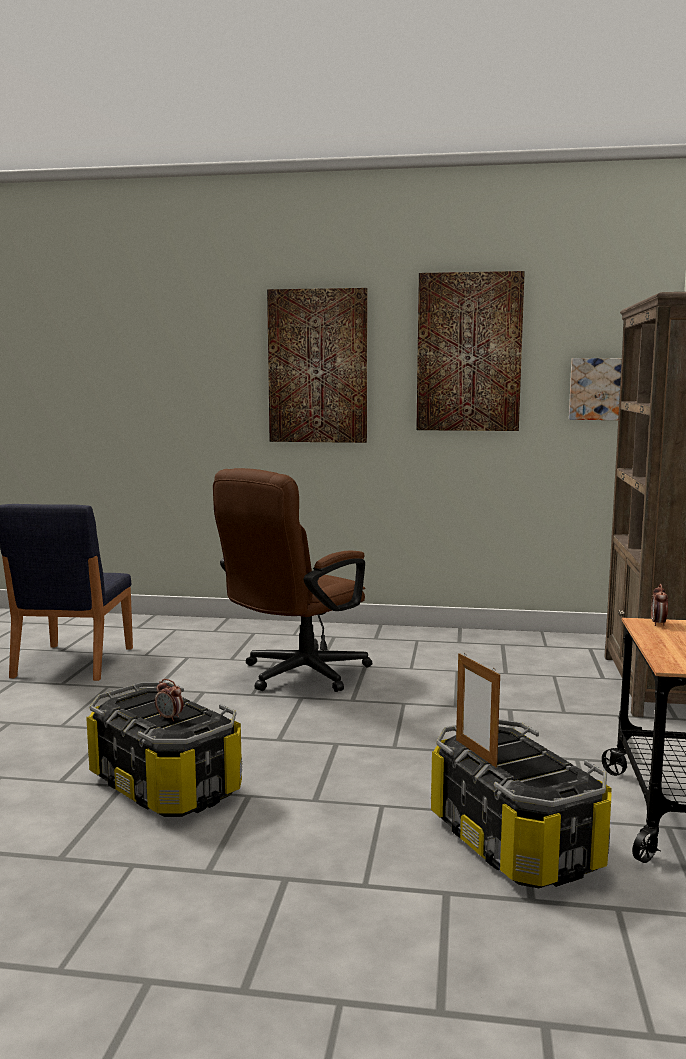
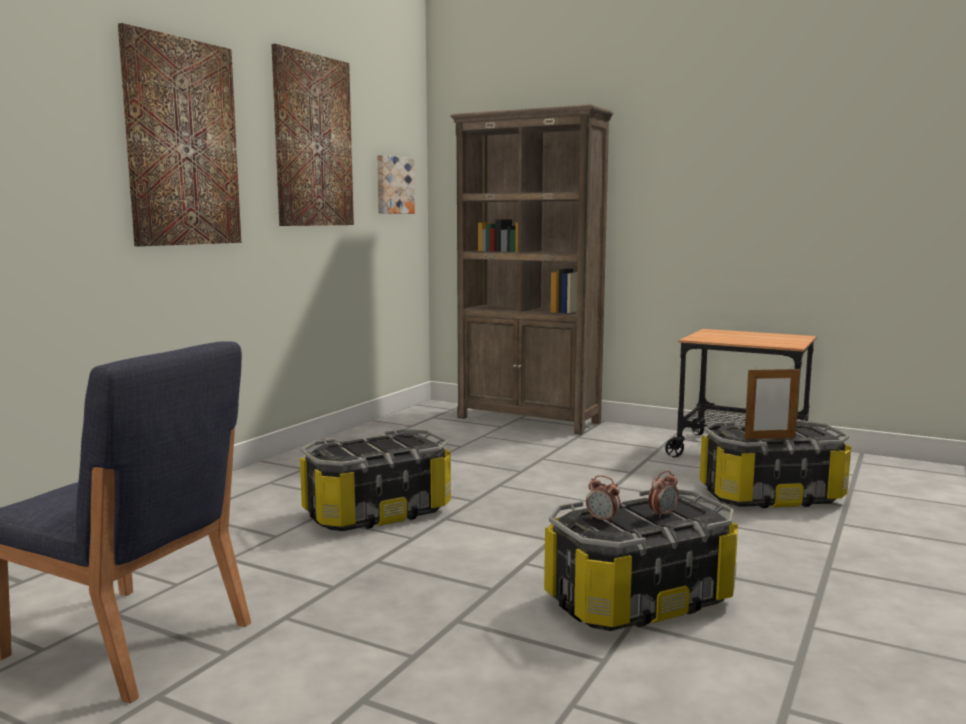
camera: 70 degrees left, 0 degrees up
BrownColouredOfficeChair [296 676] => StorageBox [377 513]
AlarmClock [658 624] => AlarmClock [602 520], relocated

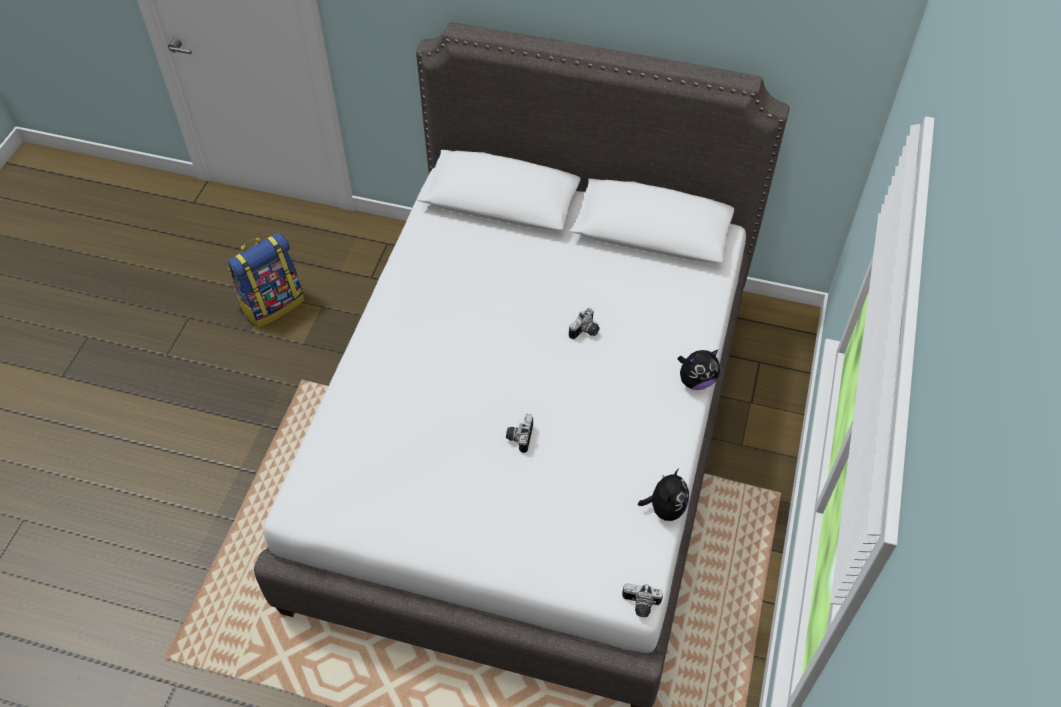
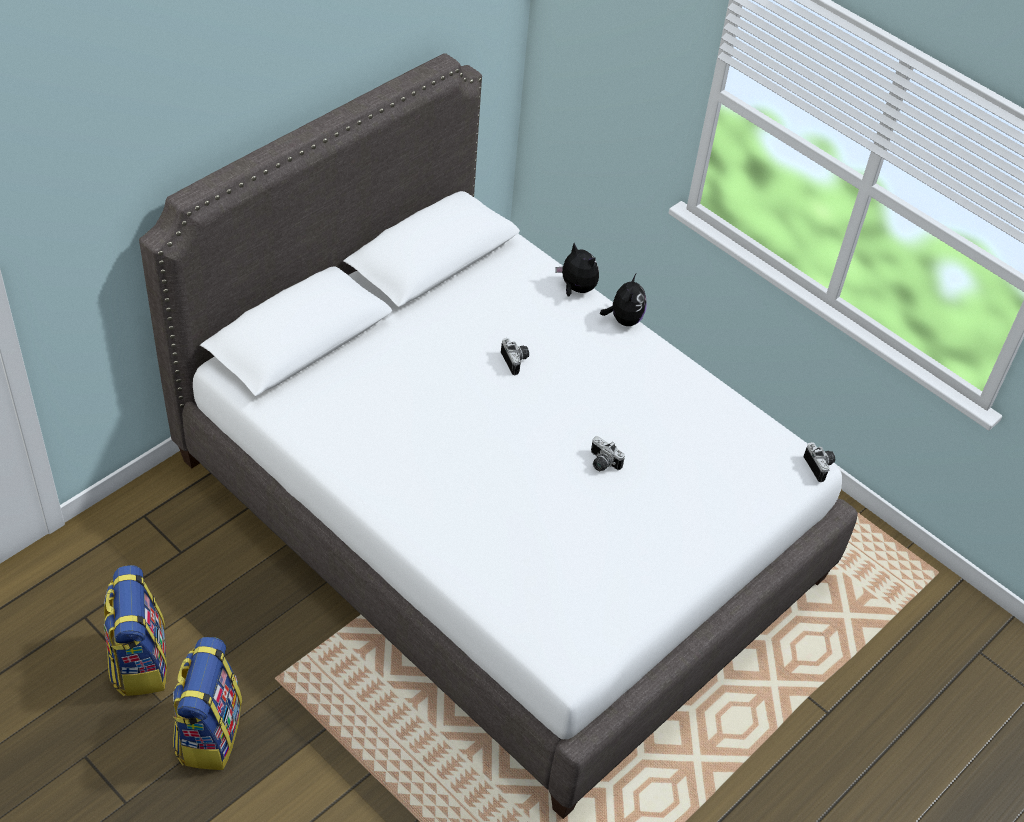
camera: 65 degrees left, 5 degrees down
CuddlyToy [665 508] => CuddlyToy [576 289], relocated
PhotoCamera [640 605] => PhotoCamera [820 466], 60 degrees counterclockwise
nothing => Rucksack [209 732]

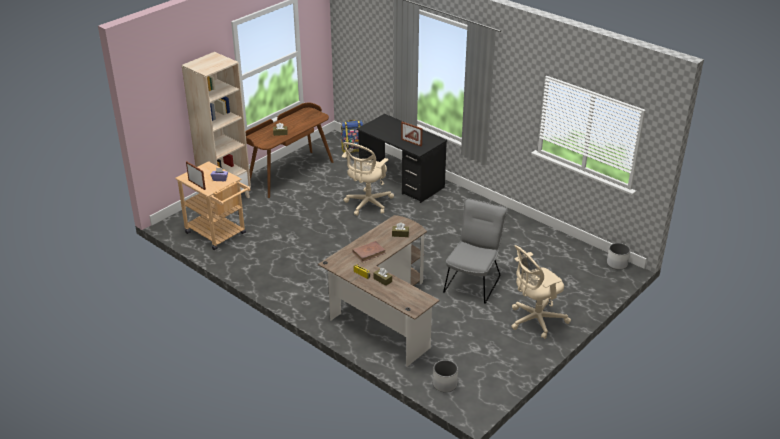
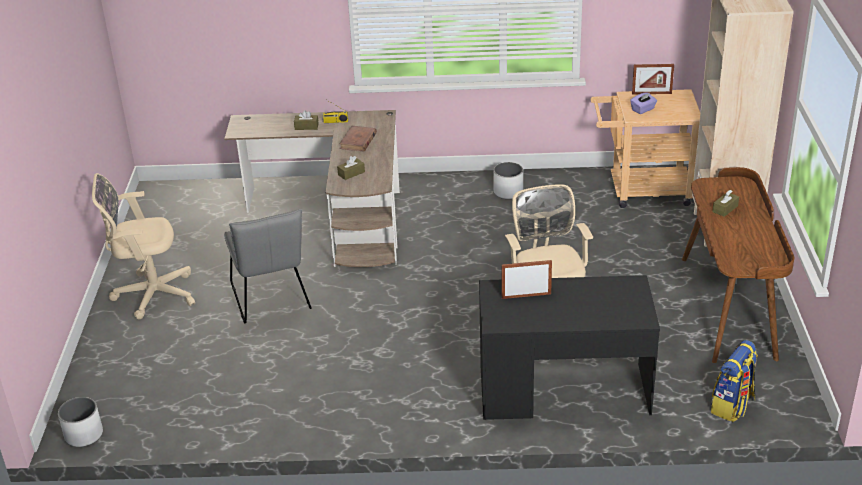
camera: 140 degrees right, 0 degrees up
SandColouredOfficeChair [535 320] => SandColouredOfficeChair [151 294], 120 degrees counterclockwise
WhitePlantPot [444 384] => WhitePlantPot [508 192], relocated

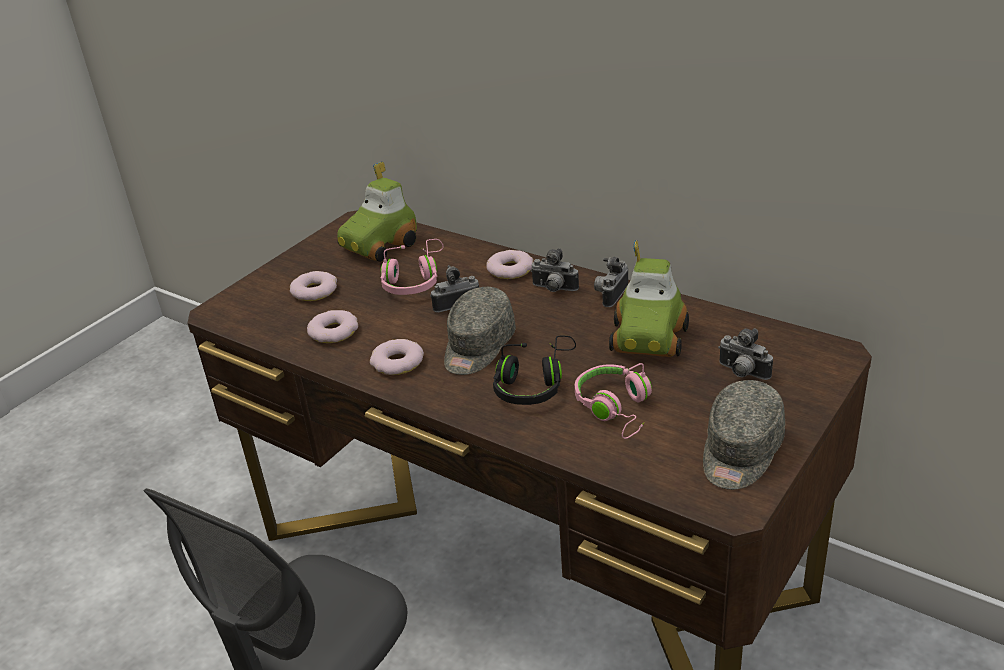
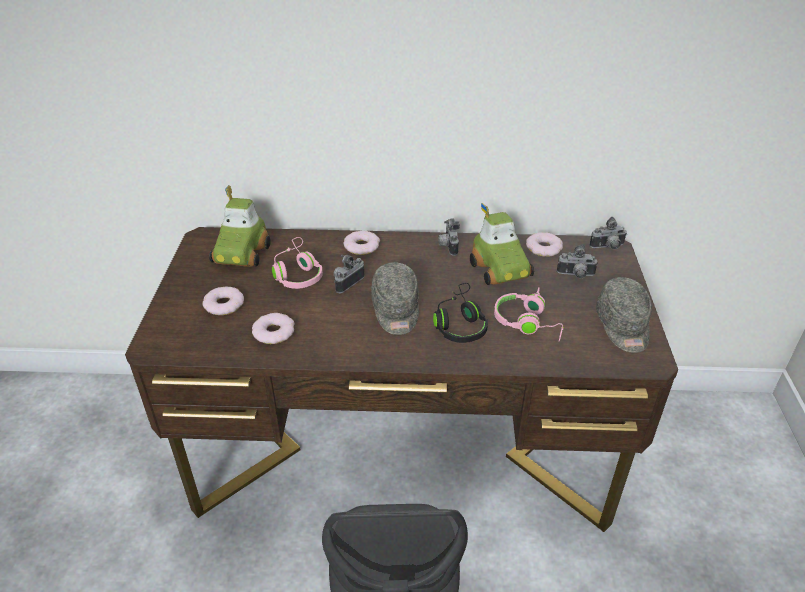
camera: 35 degrees left, 5 degrees up
PhotoCamera [553 289] => PhotoCamera [607 247], relocated
Doughnut [397 362] => Doughnut [544 248], relocated

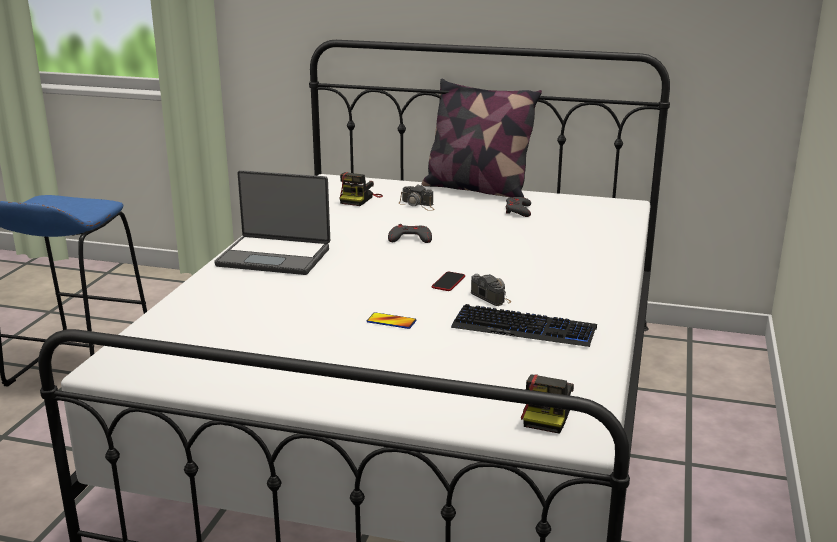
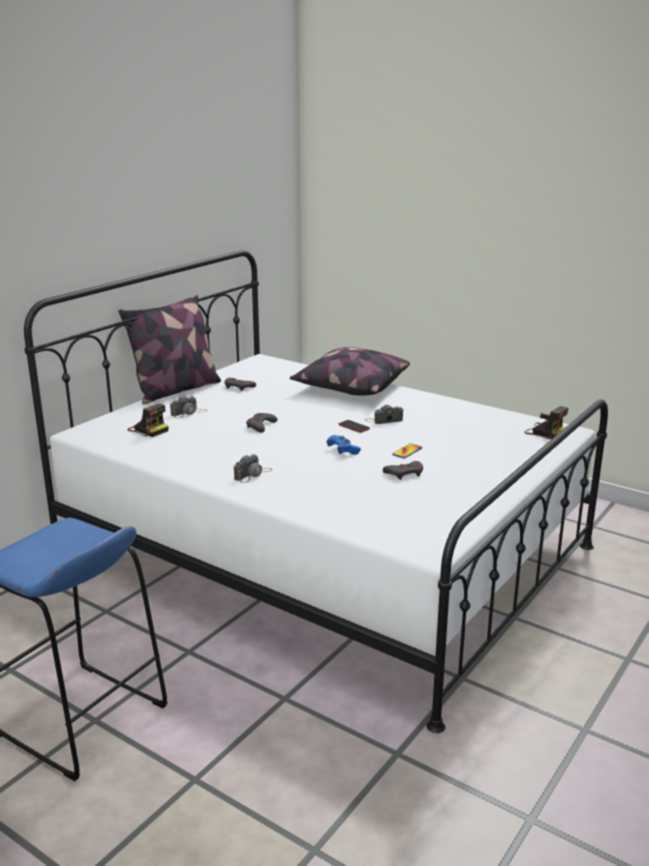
camera: 70 degrees left, 0 degrees up
NotebookComputer [275 256] => PhotoCamera [253 474]
ComputerKeyboard [524 328] => nothing
nothing => Cushion [350 388]
nothing => BlueColouredGameController [343 450]
nothing => GreyishGameController [404 473]

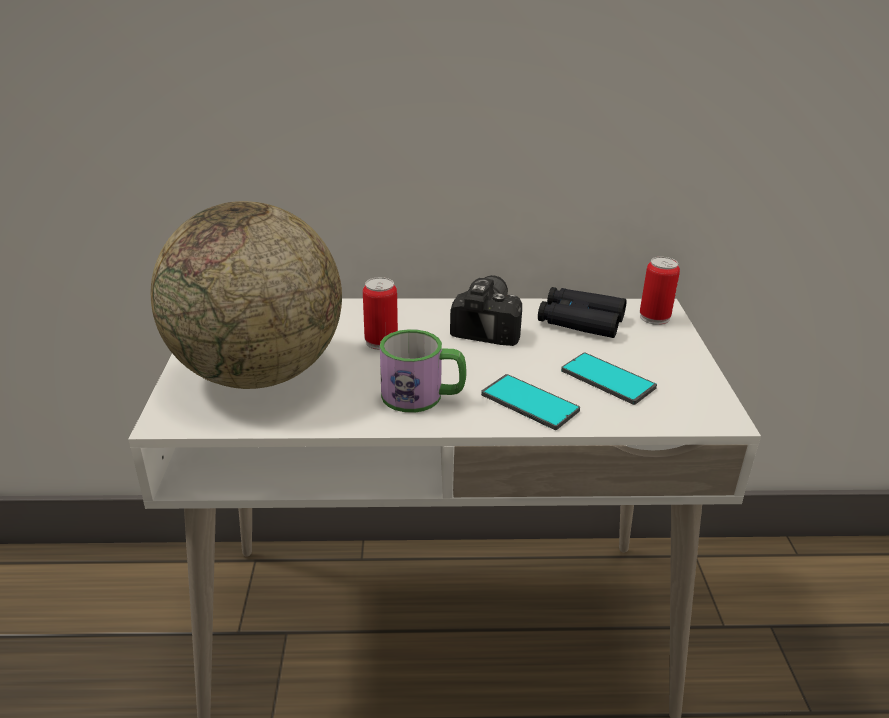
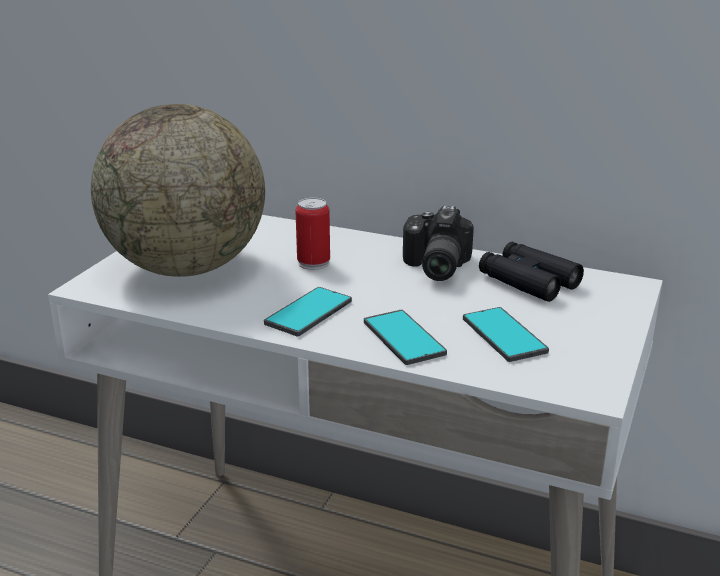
camera: 25 degrees right, 5 degrees down
MetalCan [654 317] => nothing
PhotoCamera [491 324] => PhotoCamera [433 267], 150 degrees clockwise
TeaMug [423 396] => Telephone [309 312]

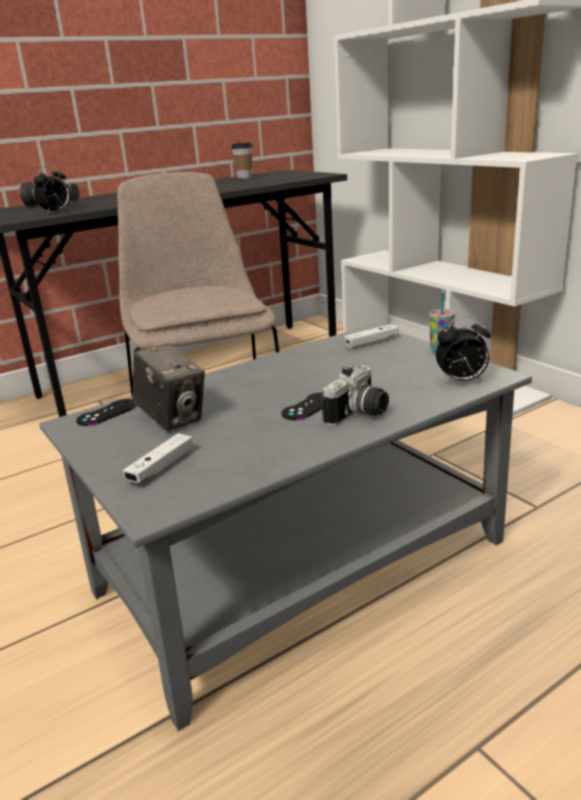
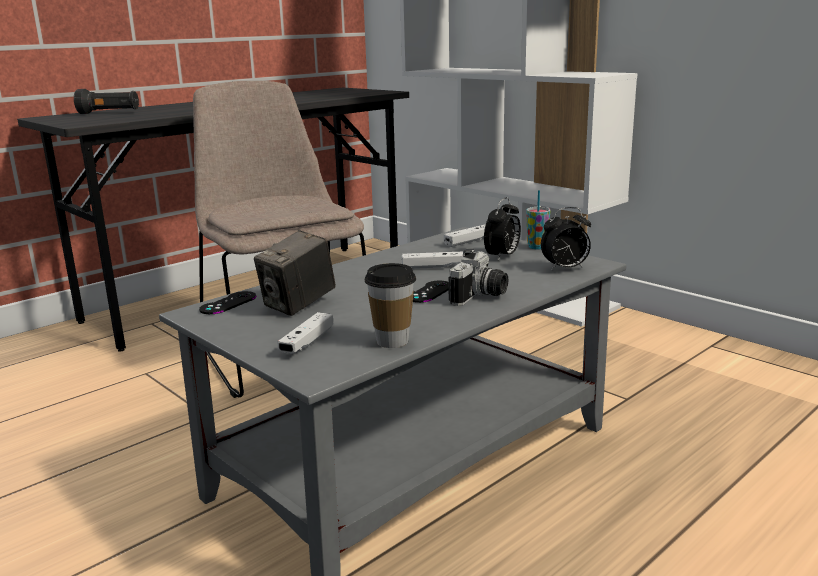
camera: 10 degrees left, 5 degrees down
Cup [244 177] => Cup [392 341], relocated
AlarmClock [56 212] => AlarmClock [502 256], relocated
PhotoCamera [172 418] => PhotoCamera [298 305], 90 degrees clockwise
nothing => WhiteGameController [433 267]

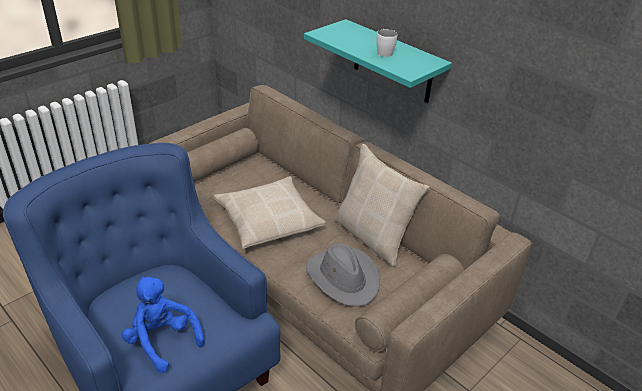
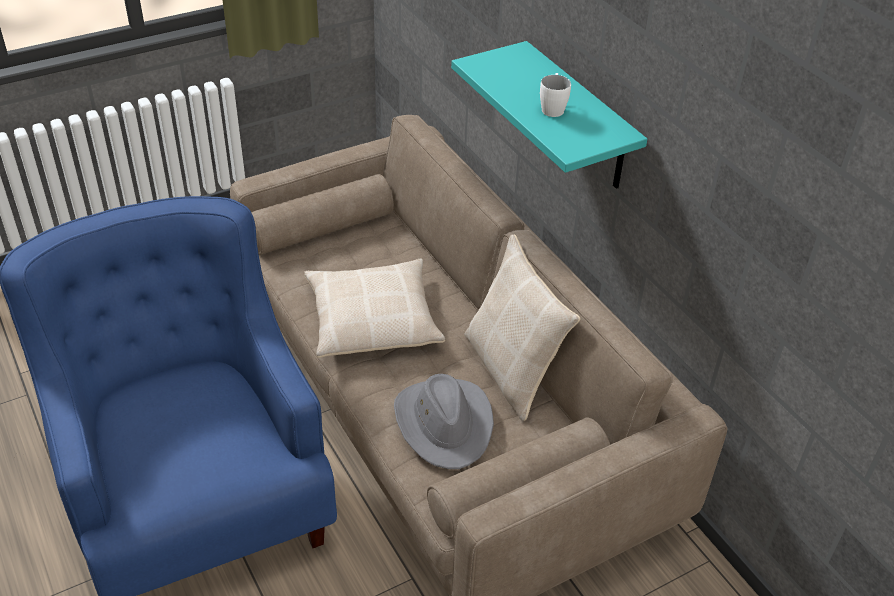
camera: 15 degrees right, 5 degrees up
BlueColouredCuddlyToy [162 341] => nothing

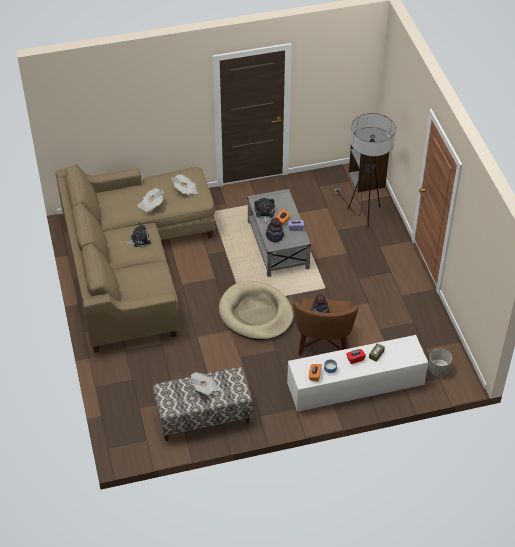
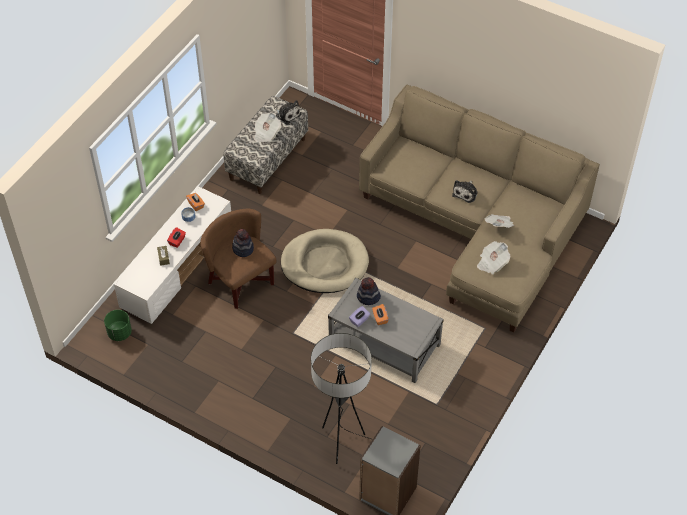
camera: 135 degrees right, 5 degrees up
CuddlyToy [264 213] => CuddlyToy [287 114], relocated
GreyishPlantPot [438 370] => GreenishPlantPot [119 333]

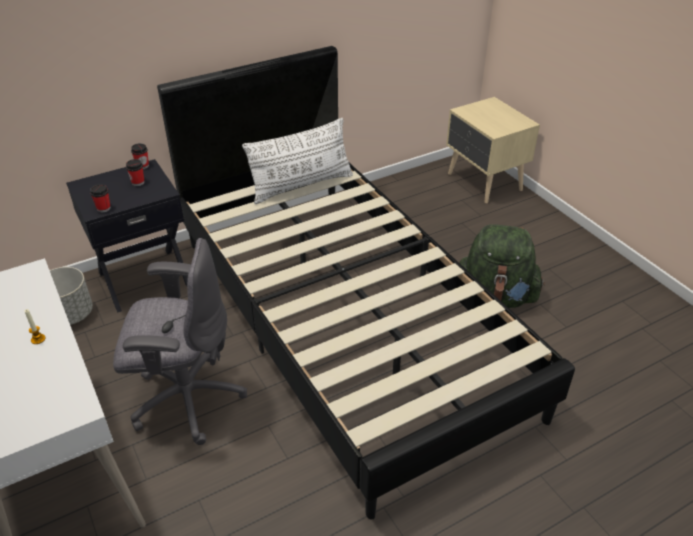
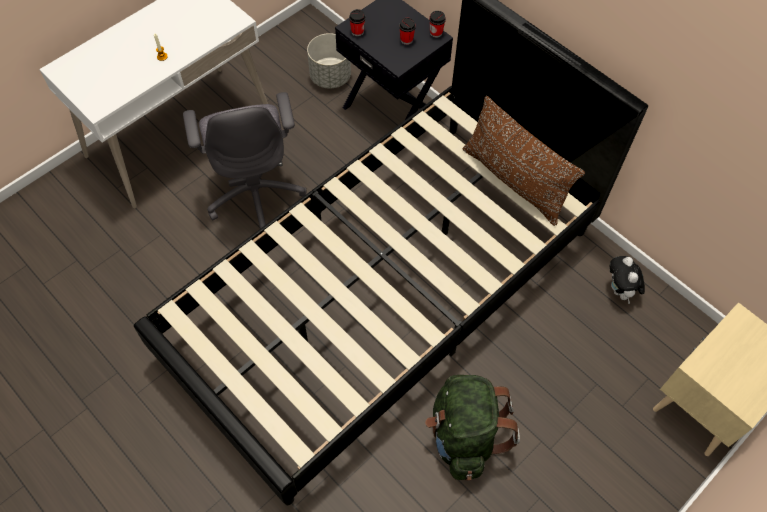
camera: 75 degrees right, 20 degrees up
WhiteCushion [301 185] => BrownColouredCushion [514 181]
nothing => CuddlyToy [620 291]

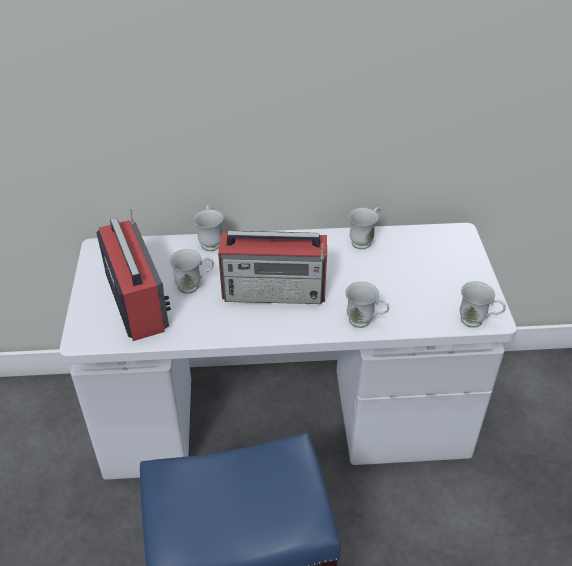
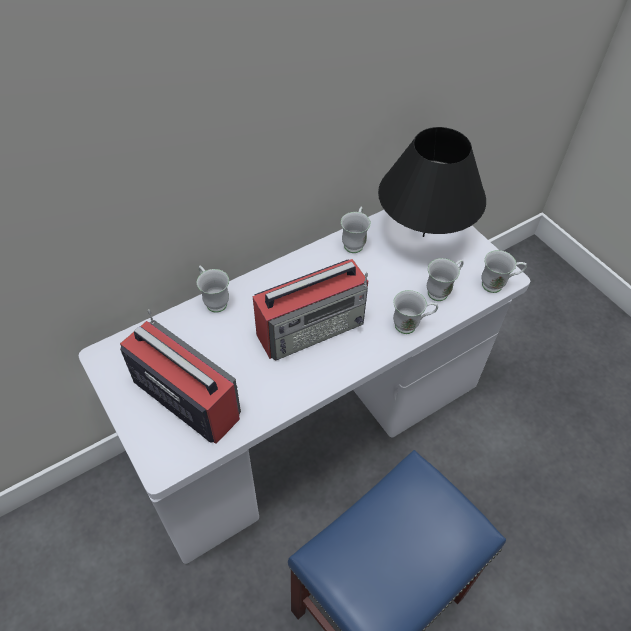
camera: 30 degrees left, 10 degrees up
WhiteTeaMug [194 286] => WhiteTeaMug [442 290], relocated
nothing => BlackishTabletopLamp [423 236]

